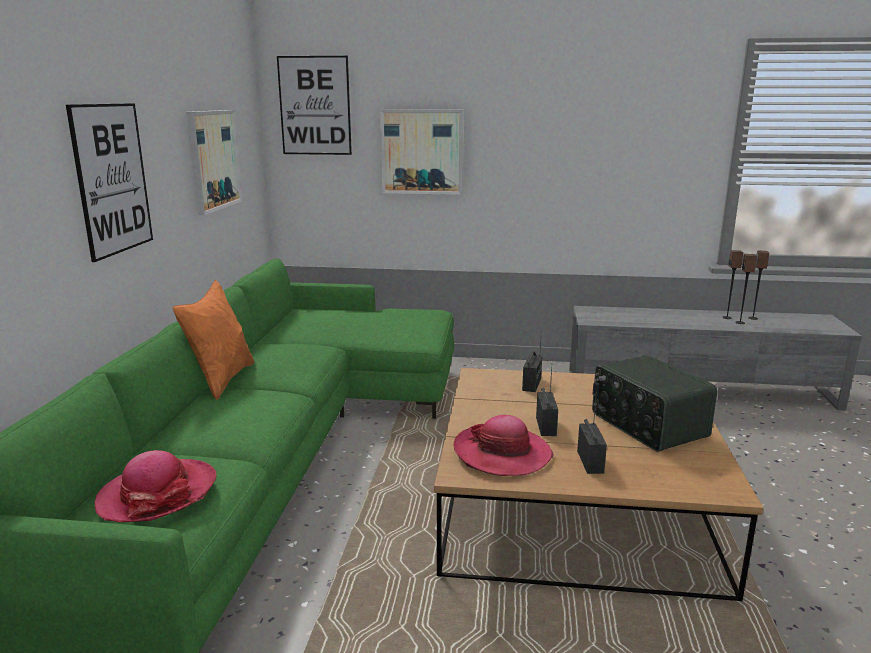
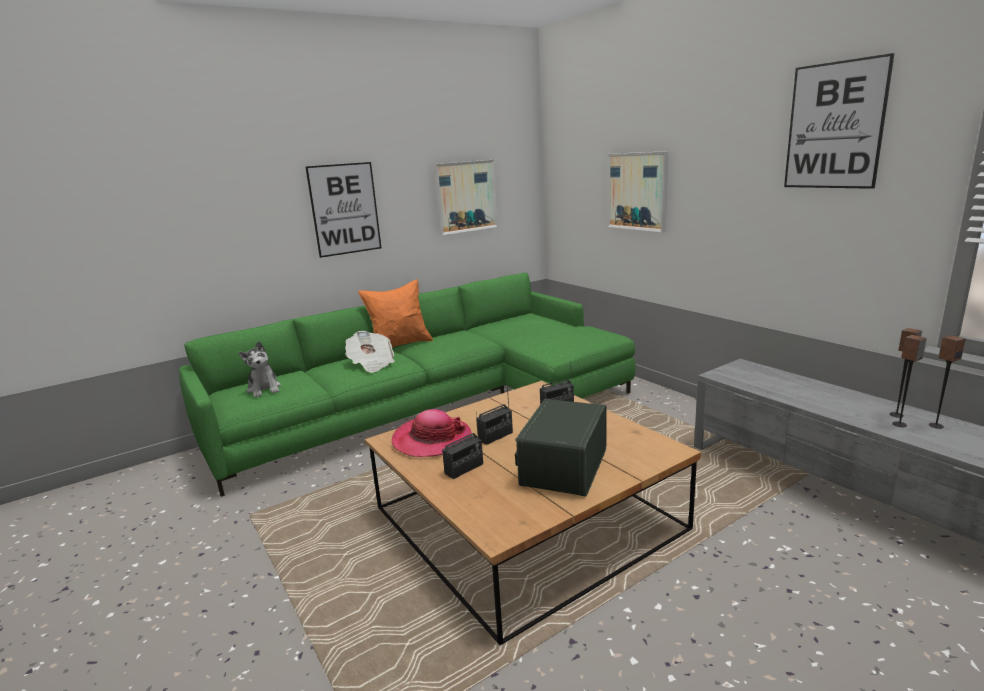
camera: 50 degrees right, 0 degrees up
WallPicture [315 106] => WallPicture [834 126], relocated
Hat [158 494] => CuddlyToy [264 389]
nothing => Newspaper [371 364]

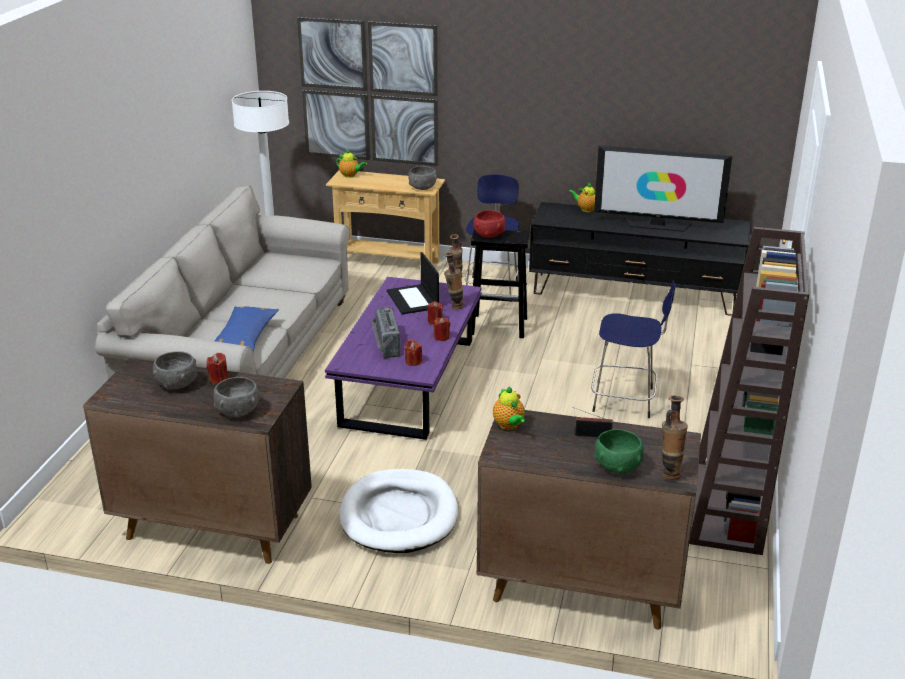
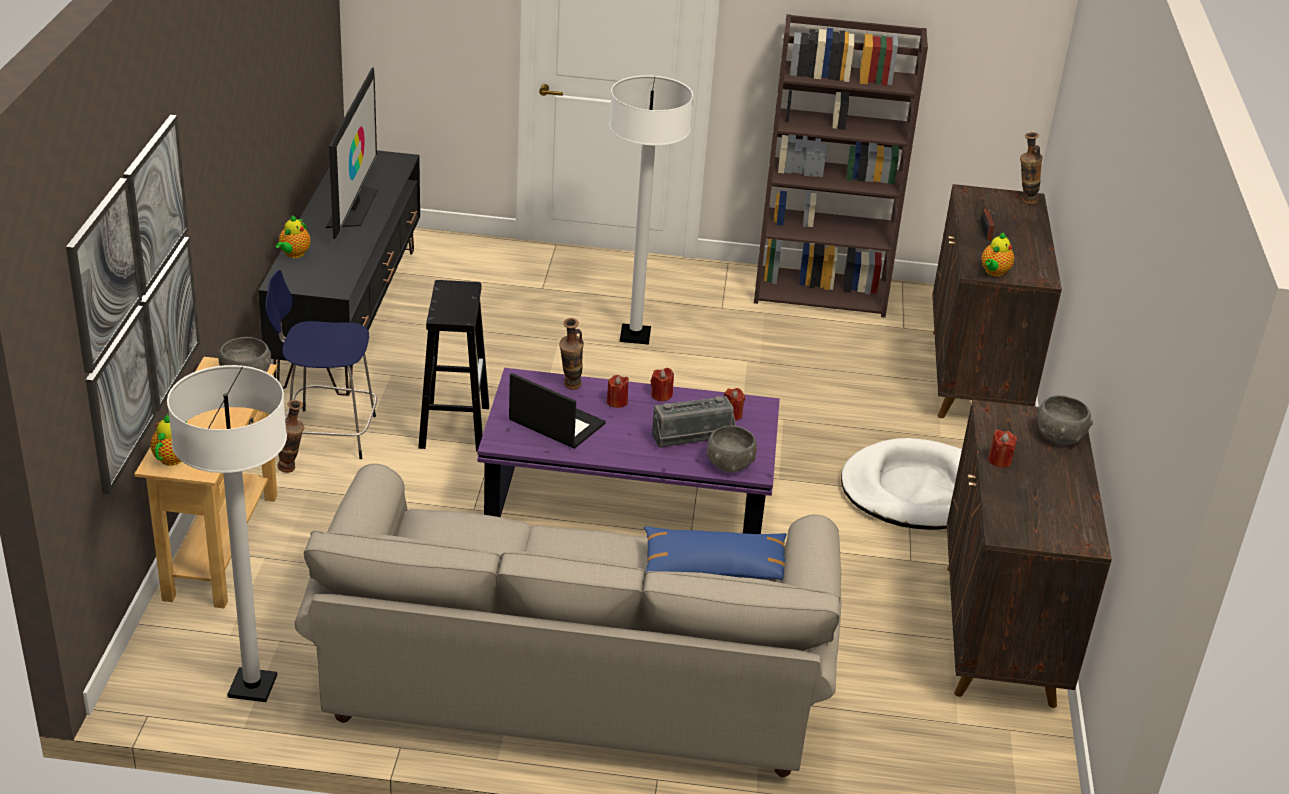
camera: 100 degrees left, 5 degrees up
RedBowl [489 234] => nothing
NotebookComputer [413 300] => NotebookComputer [555 422], 120 degrees counterclockwise
BlueColouredSittingStool [626 400] => WhiteFloorLamp [635 336]
GreyishBowl [177 384] => GreyishBowl [730 464], relocated
TeaPot [509 426] => TeaPot [994 272], 150 degrees clockwise
GreenishBowl [617 466] => nothing

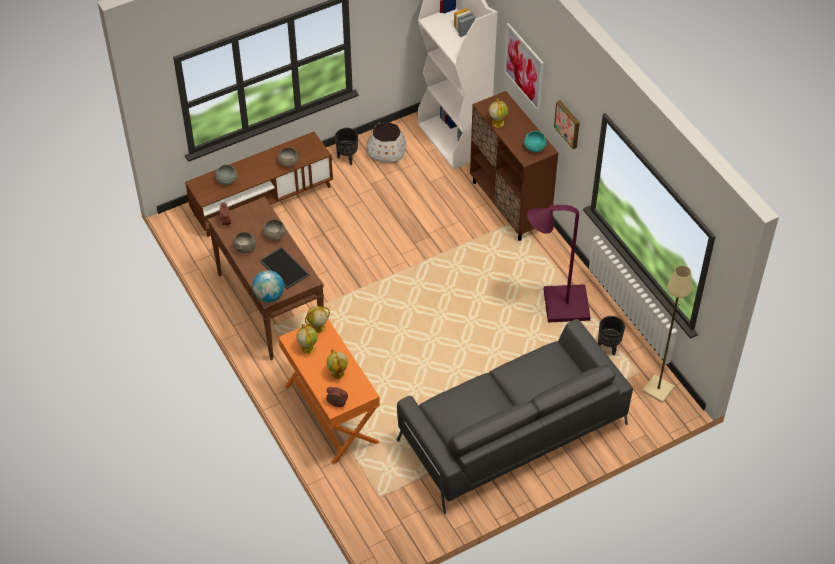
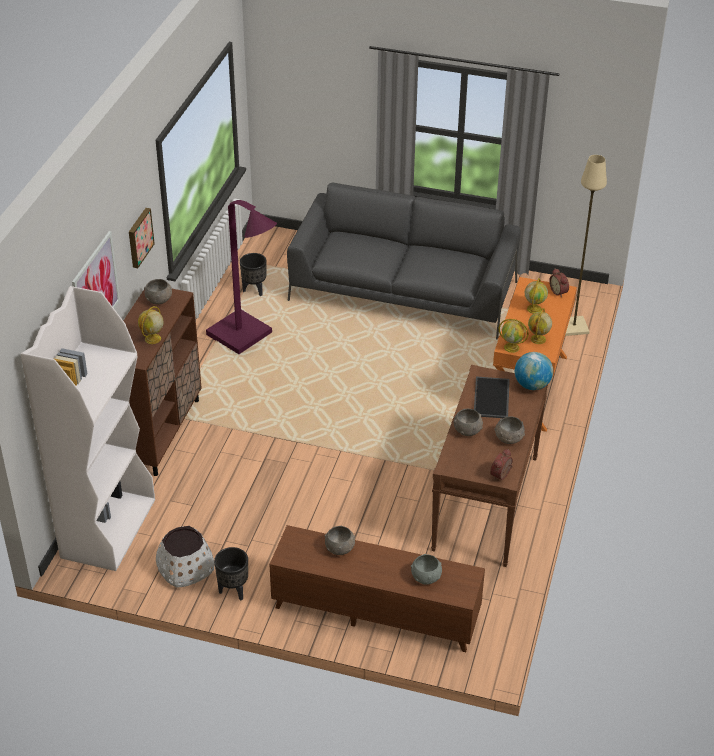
camera: 135 degrees left, 10 degrees down
TurquoiseBowl [534 147] => GreyishBowl [159 299]
SandColouredFloorLamp [658 389] => SandColouredFloorLamp [573 326], relocated

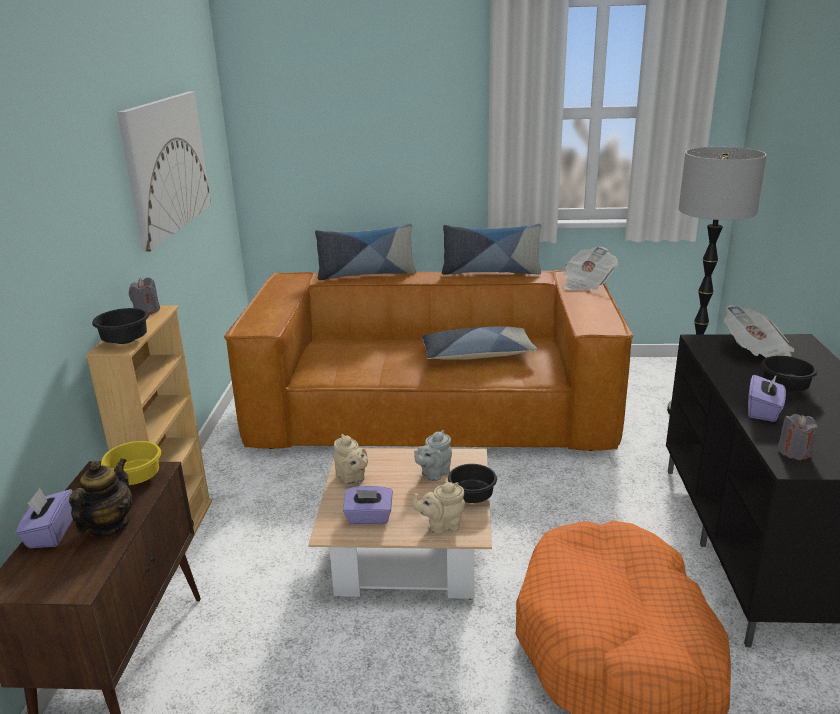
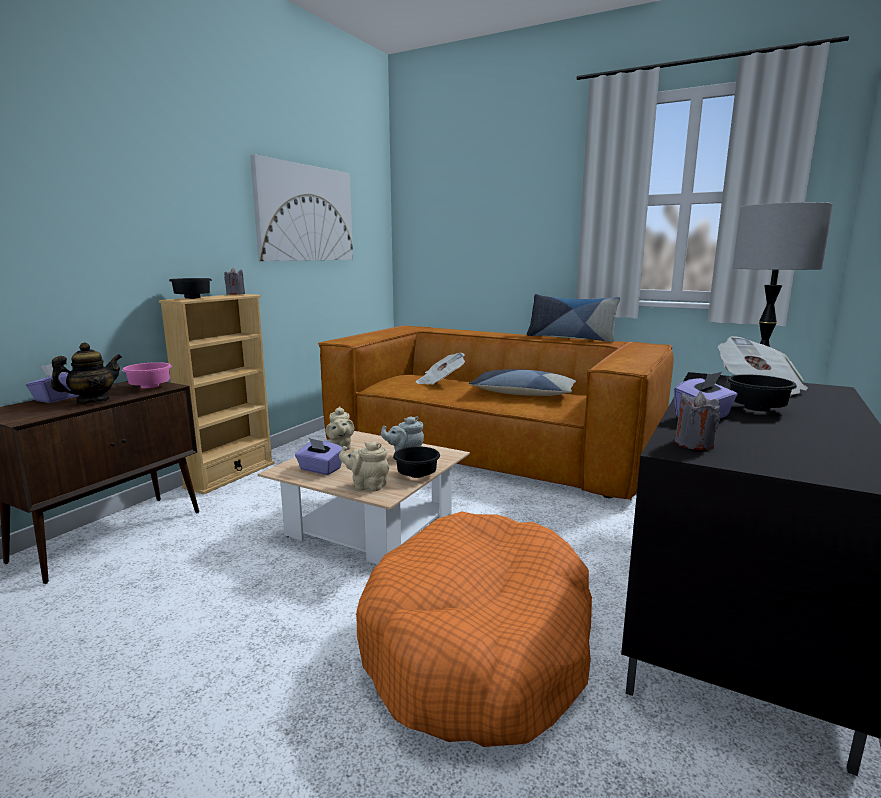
camera: 25 degrees right, 10 degrees down
Cushion [366 274] => nothing
Newspaper [586 284] => Newspaper [440 382], relocated
YellowBowl [138 478] => PinkishBowl [151 387]

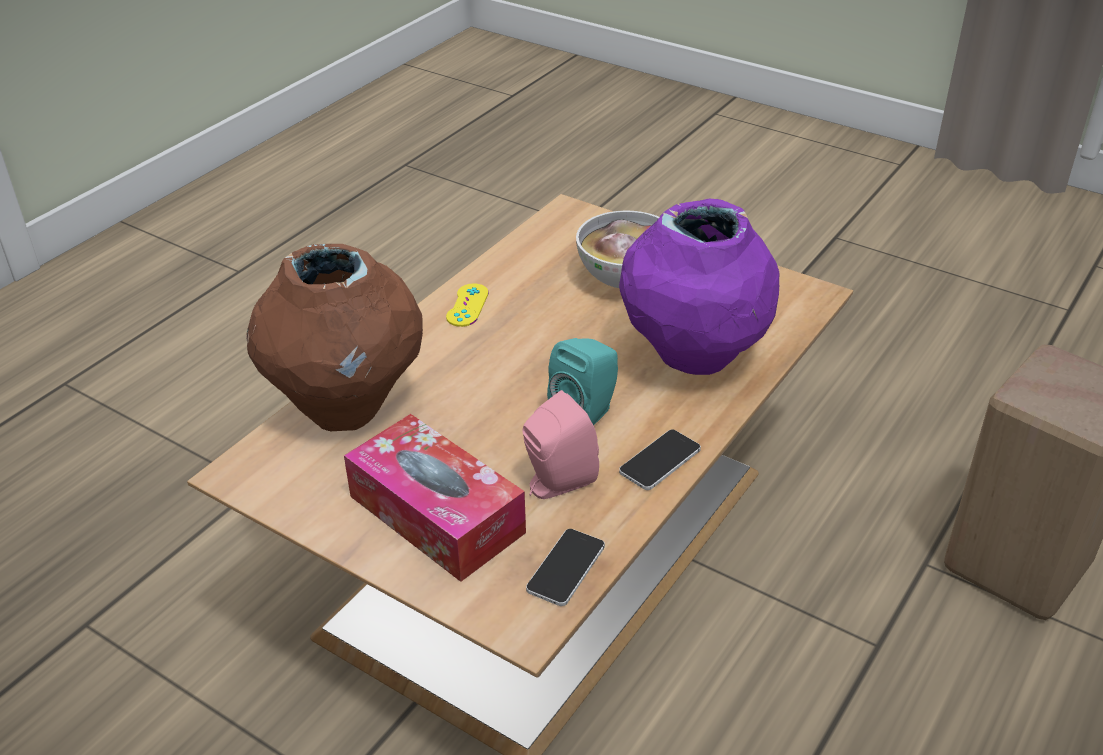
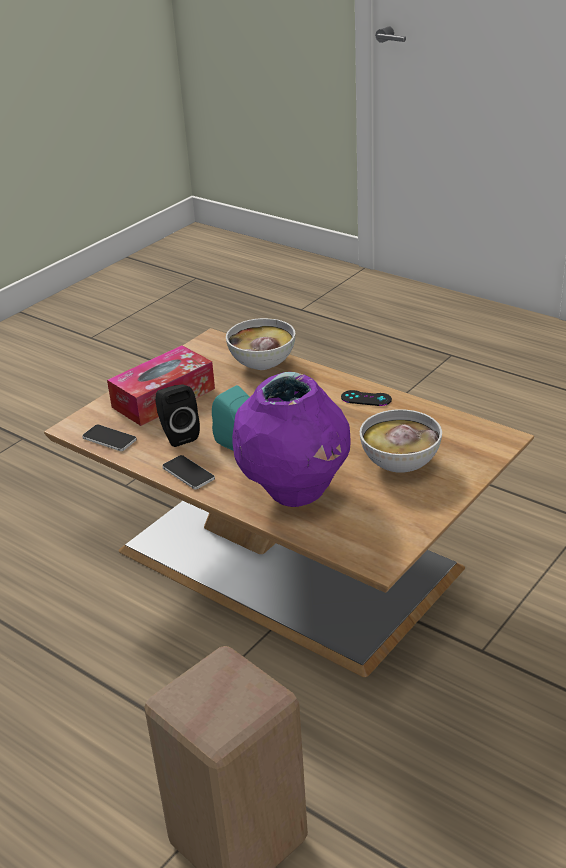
camera: 95 degrees right, 5 degrees down
BrownColouredFlowerVase [346 407] => Bowl [262 364]
YellowGameController [467 305] => BlackishGameController [366 398]
PinkishSpeaker [556 483] => BlackishSpeaker [177 435]

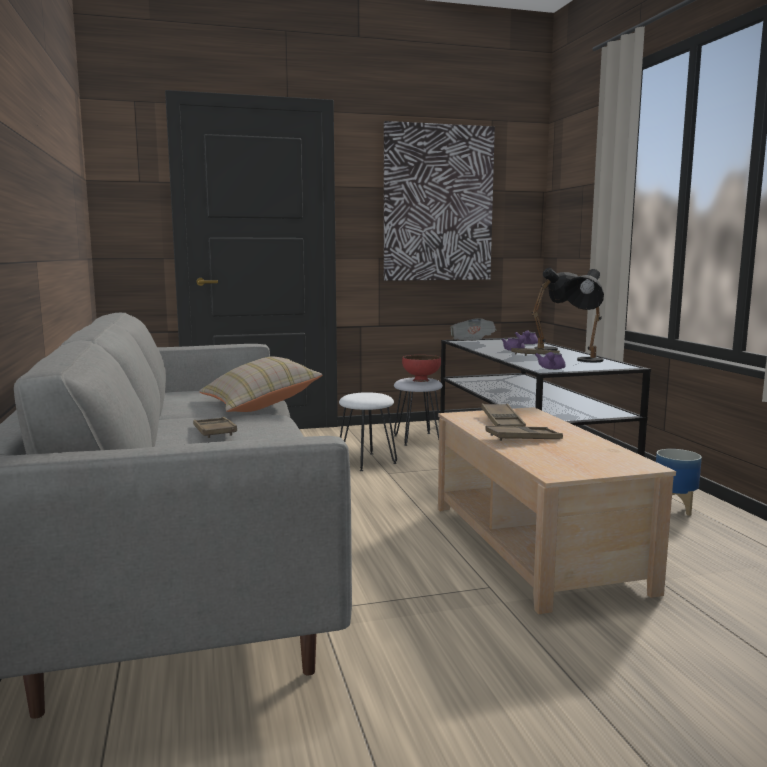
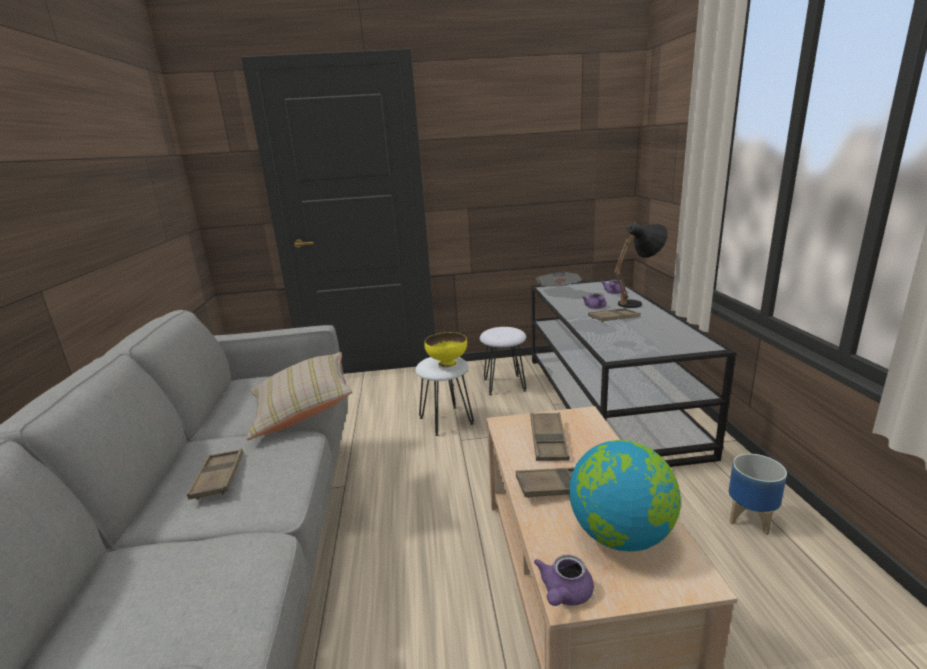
camera: 10 degrees right, 10 degrees up
WallPicture [438 203] => nothing
BlackishTabletopLamp [585 361] => nothing
PurpleColouredTeaPot [551 369] => PurpleColouredTeaPot [564 594], relocated
RedBowl [421 380] => nothing
nothing => YellowBowl [447 363]
nothing => WorldGlobe [621 536]

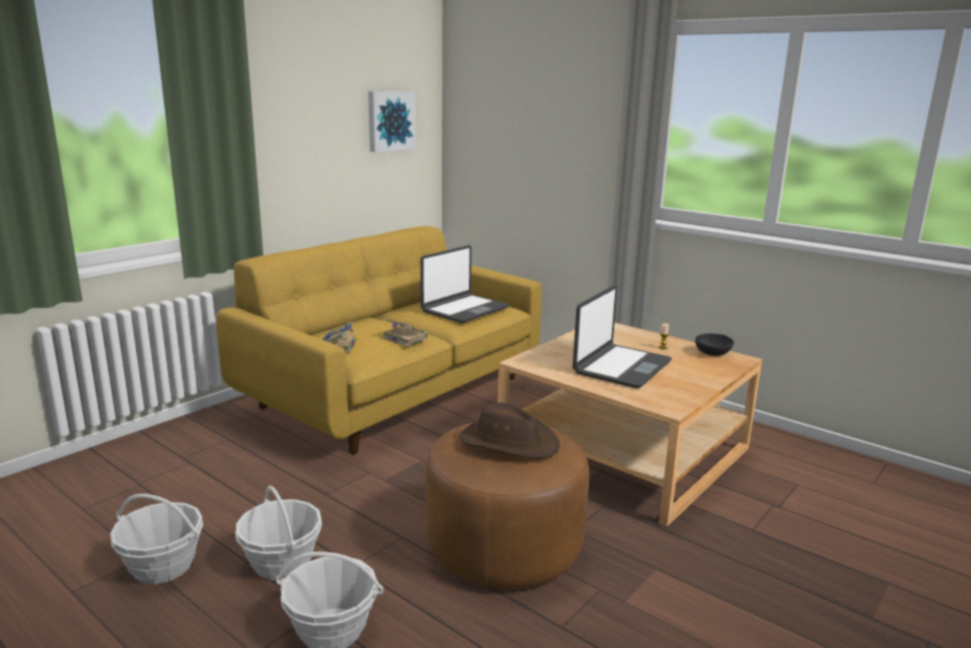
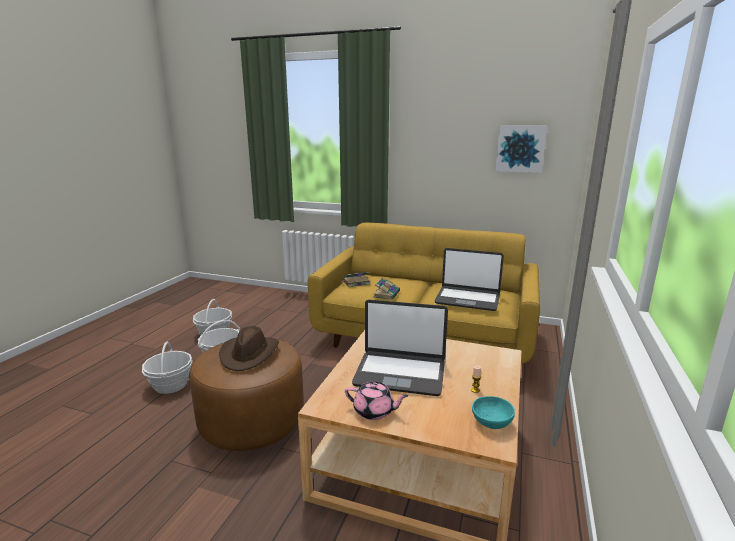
camera: 70 degrees right, 0 degrees up
BlackishBowl [712 354] => TurquoiseBowl [491 423]
nothing => PinkishTeaPot [374 411]

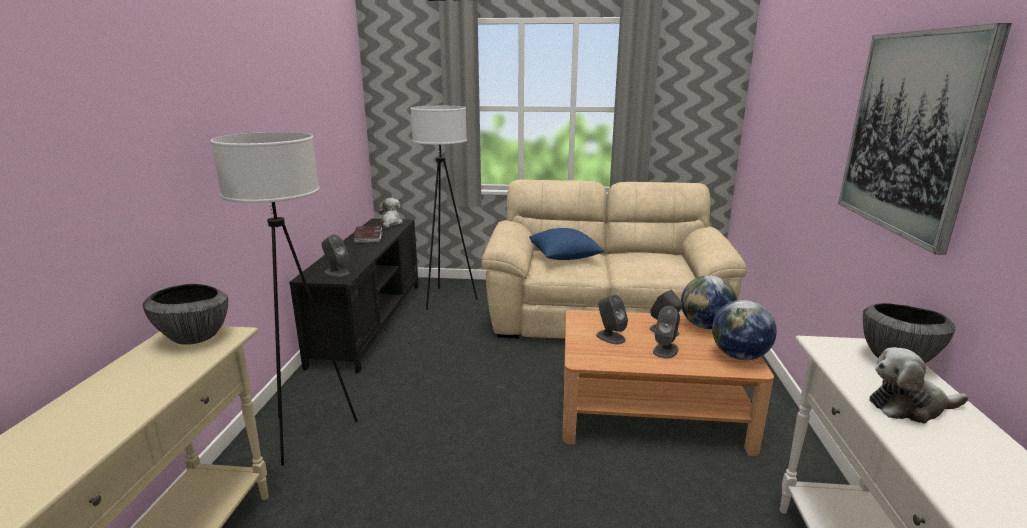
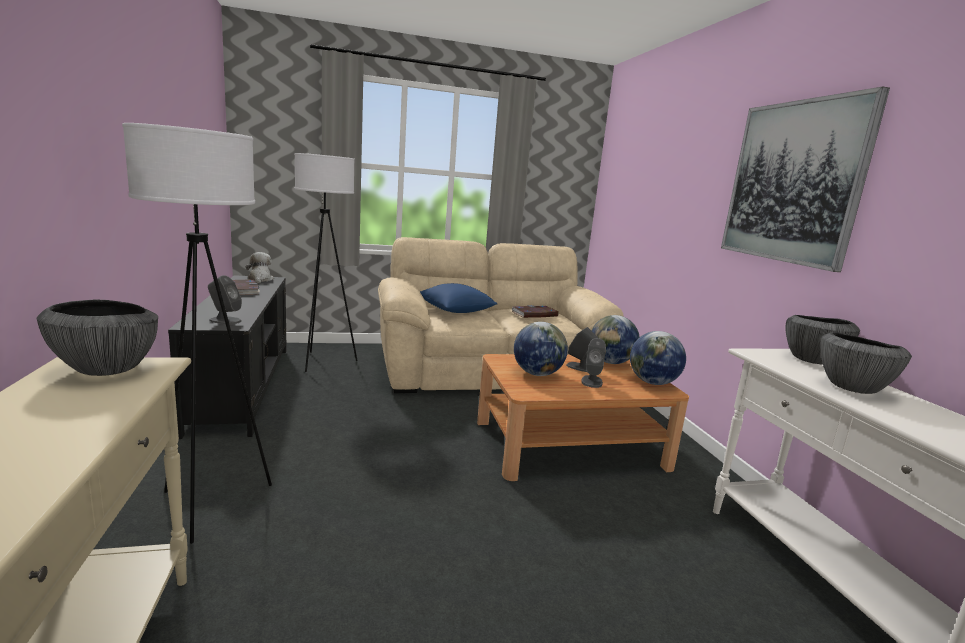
camera: 20 degrees left, 5 degrees down
GreyishSpeaker [610 337] => WorldGlobe [537 374]
CuddlyToy [909 406] => Bowl [852 388]
nothing => Book [534 314]

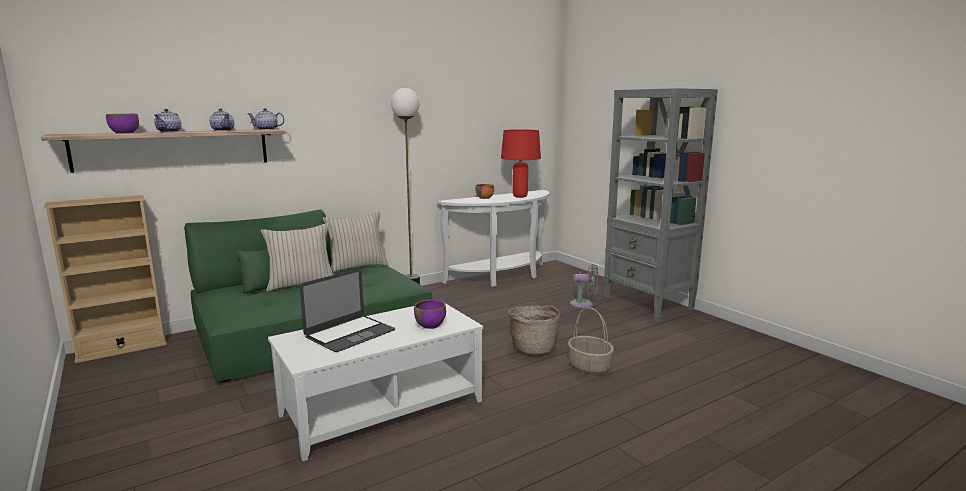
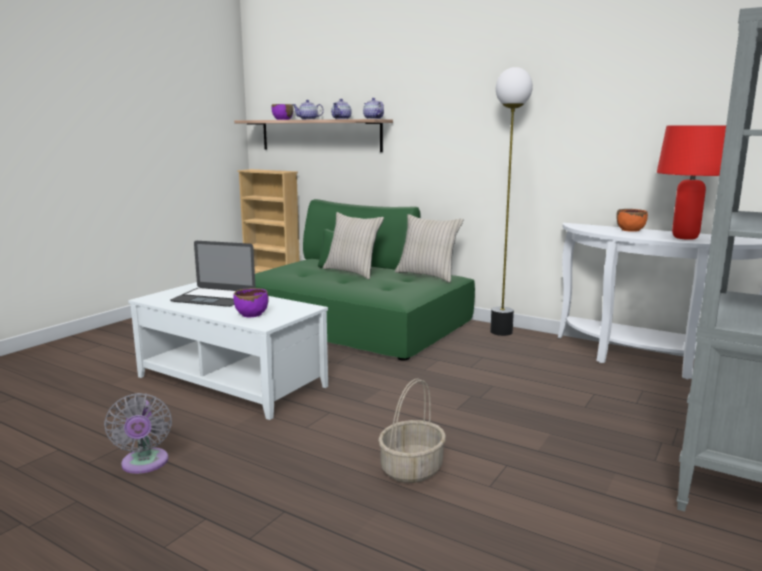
camera: 65 degrees right, 0 degrees up
GreyishFan [584 304] => GreyishFan [144 464], relocated
StorageBasket [533 348] => nothing

